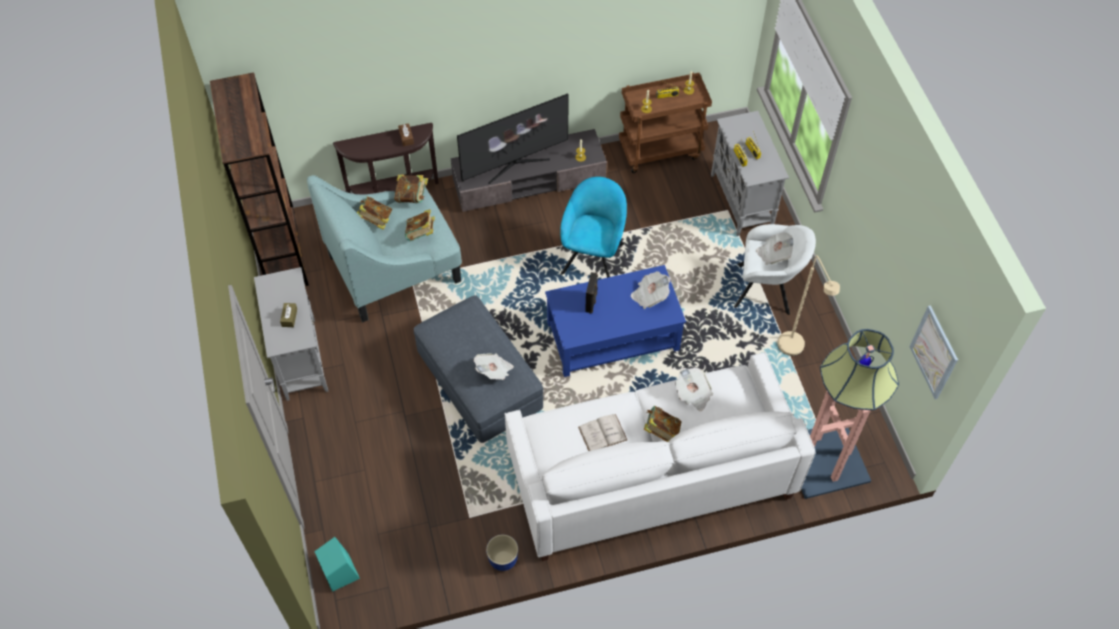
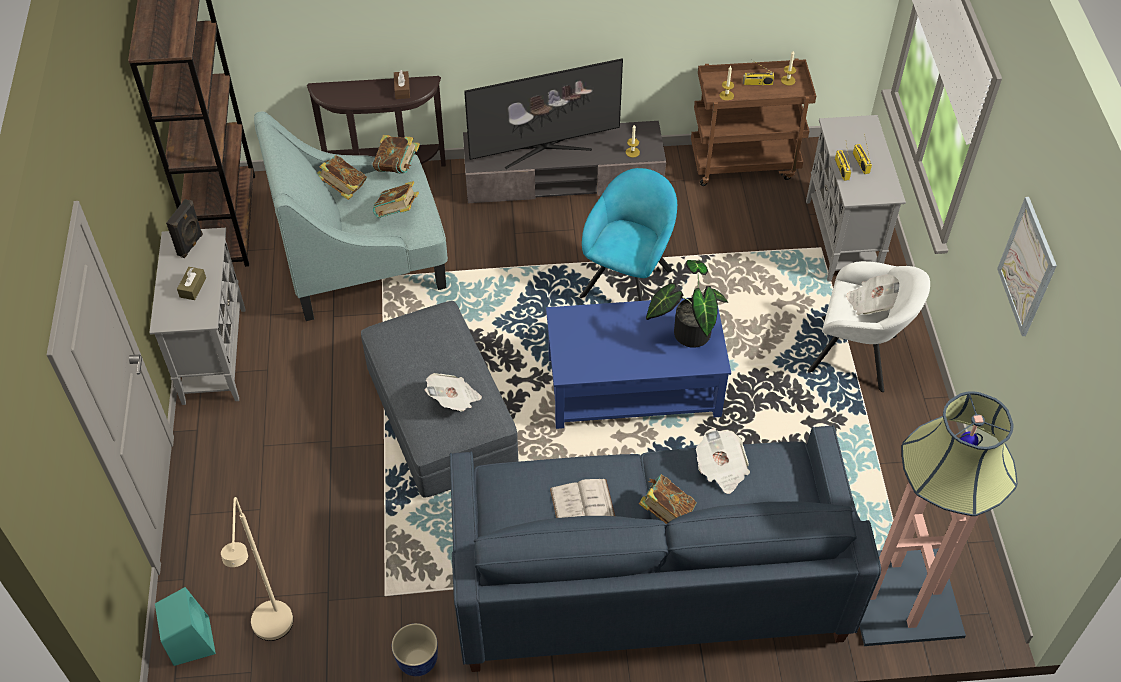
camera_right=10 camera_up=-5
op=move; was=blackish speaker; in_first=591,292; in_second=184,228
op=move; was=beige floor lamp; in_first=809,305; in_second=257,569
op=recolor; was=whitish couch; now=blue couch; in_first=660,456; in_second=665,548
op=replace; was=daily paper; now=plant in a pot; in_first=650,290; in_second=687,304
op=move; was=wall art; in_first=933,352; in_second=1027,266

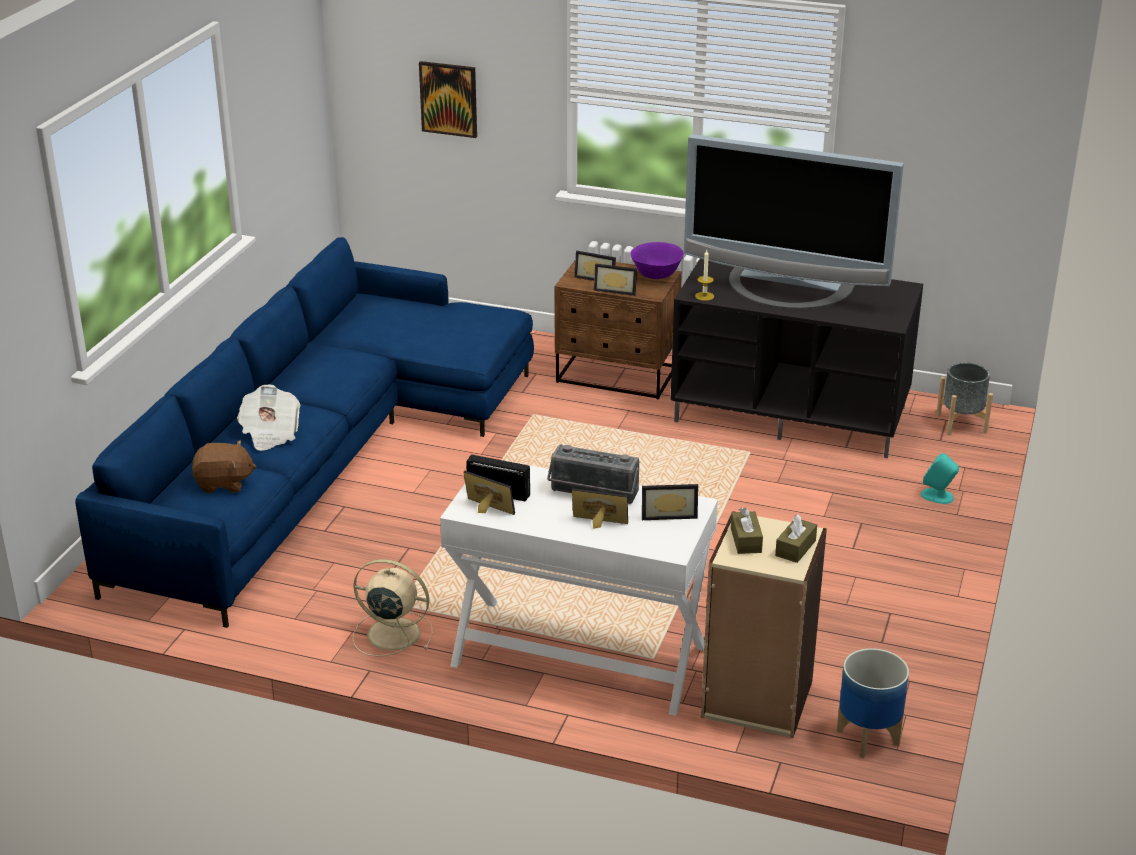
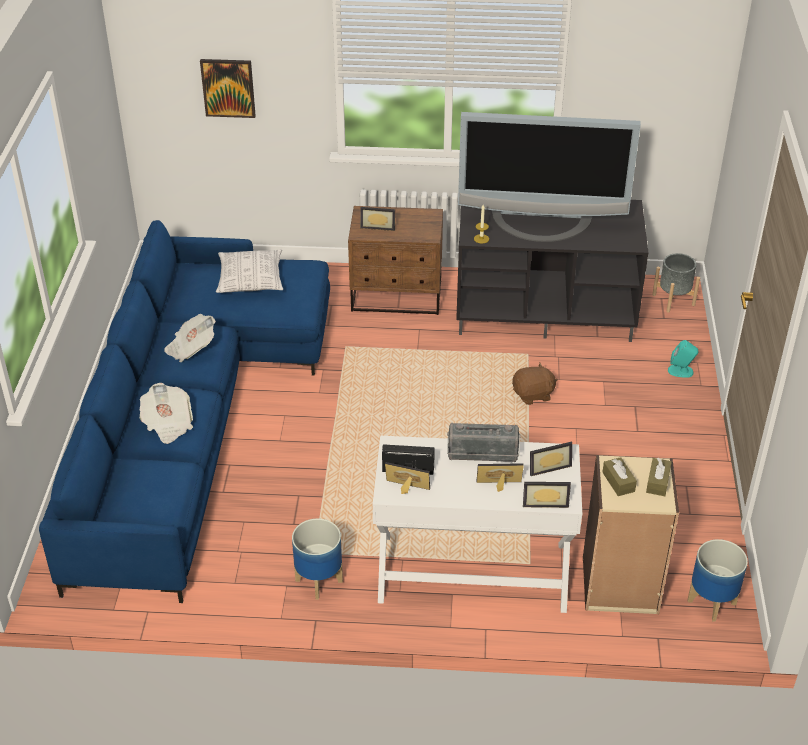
camera_right=-15 camera_up=10
op=insert; now=daily paper; in_second=190,338
op=insert; now=throw pillow; in_second=249,271
op=replace; was=beige electric fan; now=planter; in_first=393,608; in_second=317,559
op=move; was=brownish cuddly toy; in_first=224,466; in_second=534,384
op=move; was=picture frame; in_first=615,280; in_second=547,495
op=delete; was=purple serving bowl; in_first=657,260

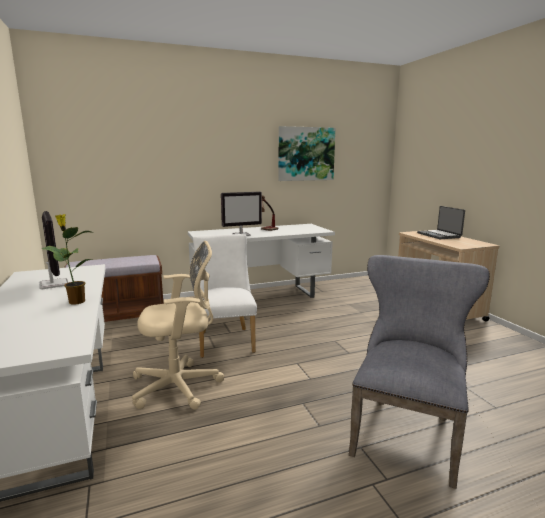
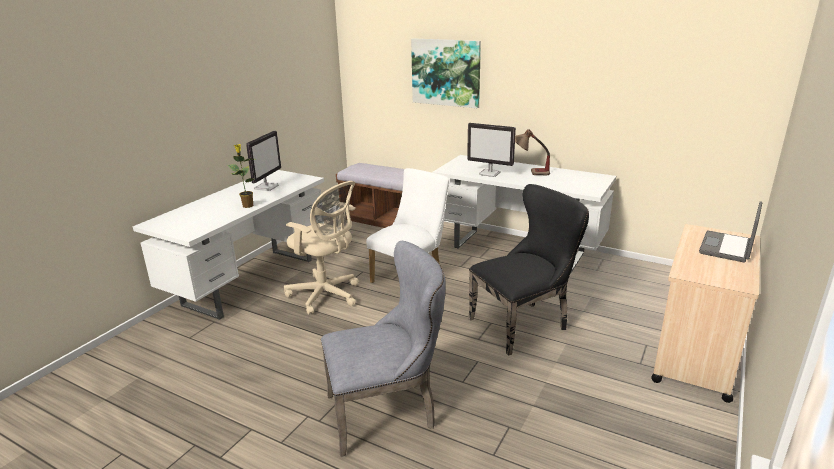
camera_right=50 camera_up=10
op=move; was=wall art; in_first=307,153; in_second=446,73
op=insert; now=blackish chair; in_second=528,270

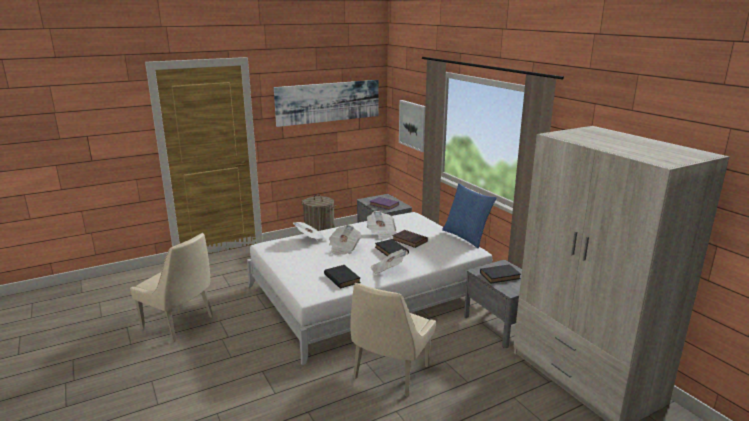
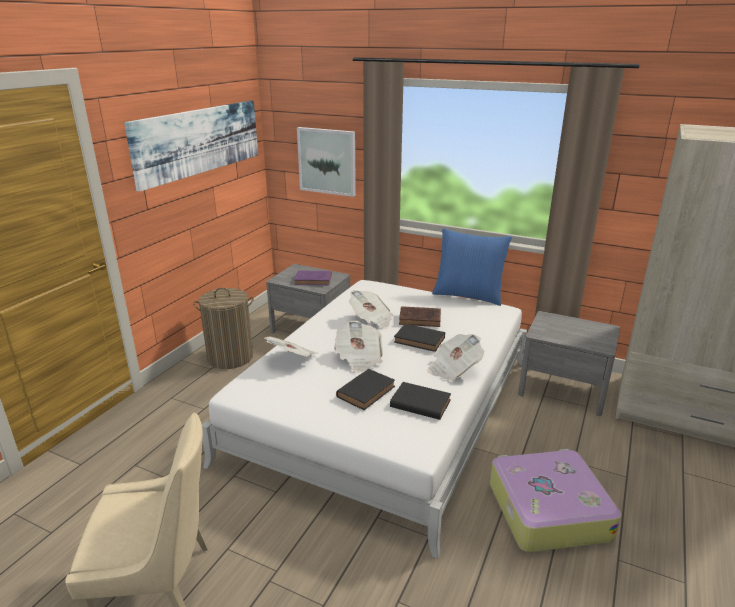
camera_right=-35 camera_up=5
op=move; was=blackish book; in_first=500,273; in_second=365,389
op=replace; was=beige chair; now=piece of luggage; in_first=393,339; in_second=555,500

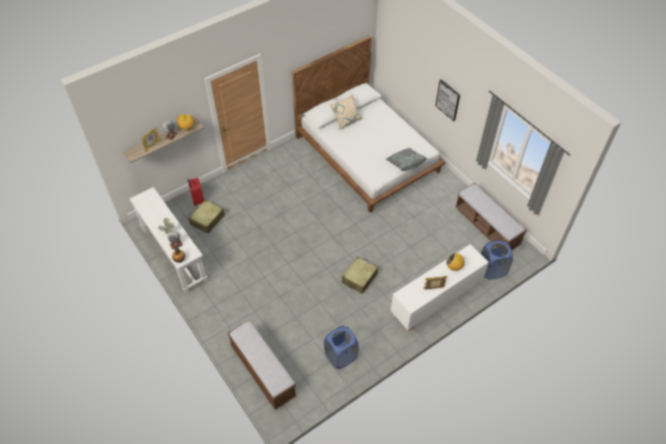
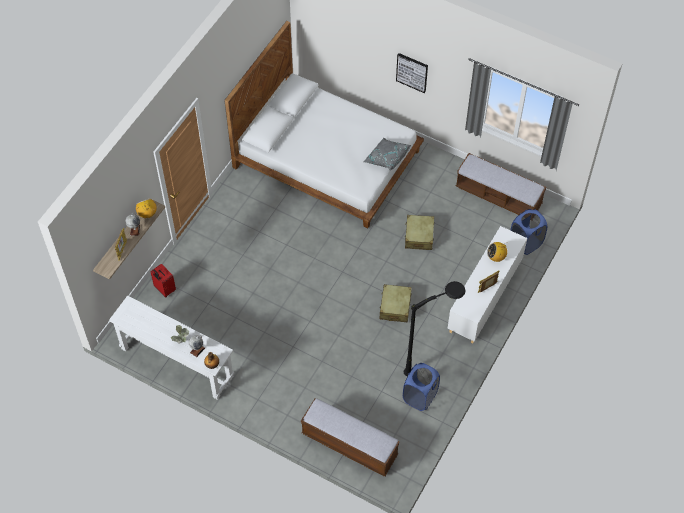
camera_right=-25 camera_up=5
op=insert; now=blackish floor lamp; in_second=435,328
op=move; was=beige piece of luggage; in_first=207,217; in_second=419,232
op=delete; was=beige throw pillow; in_first=346,111

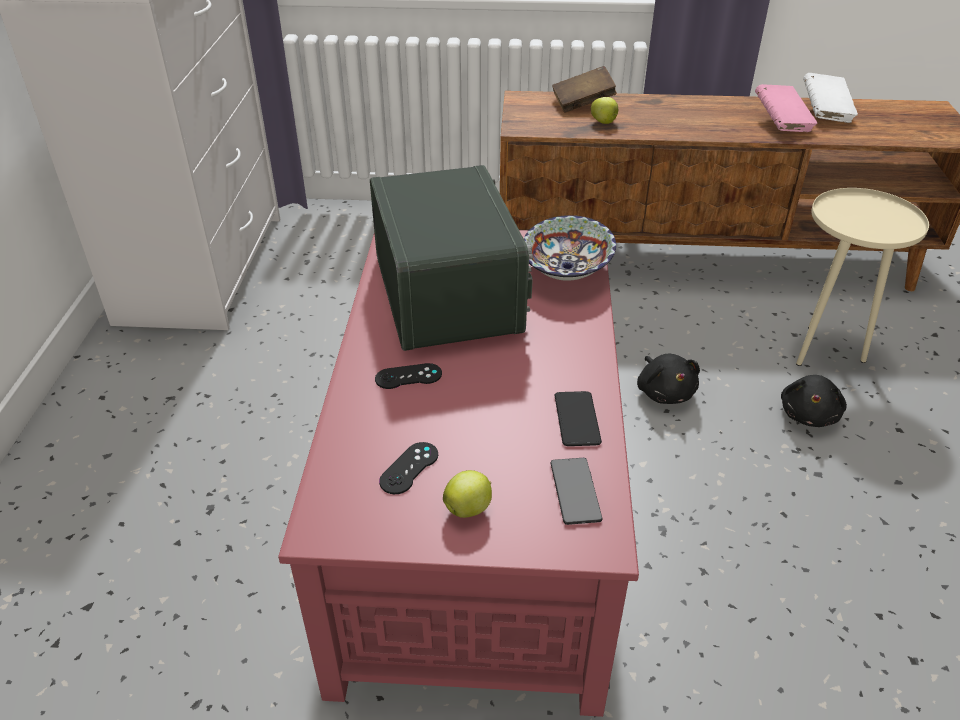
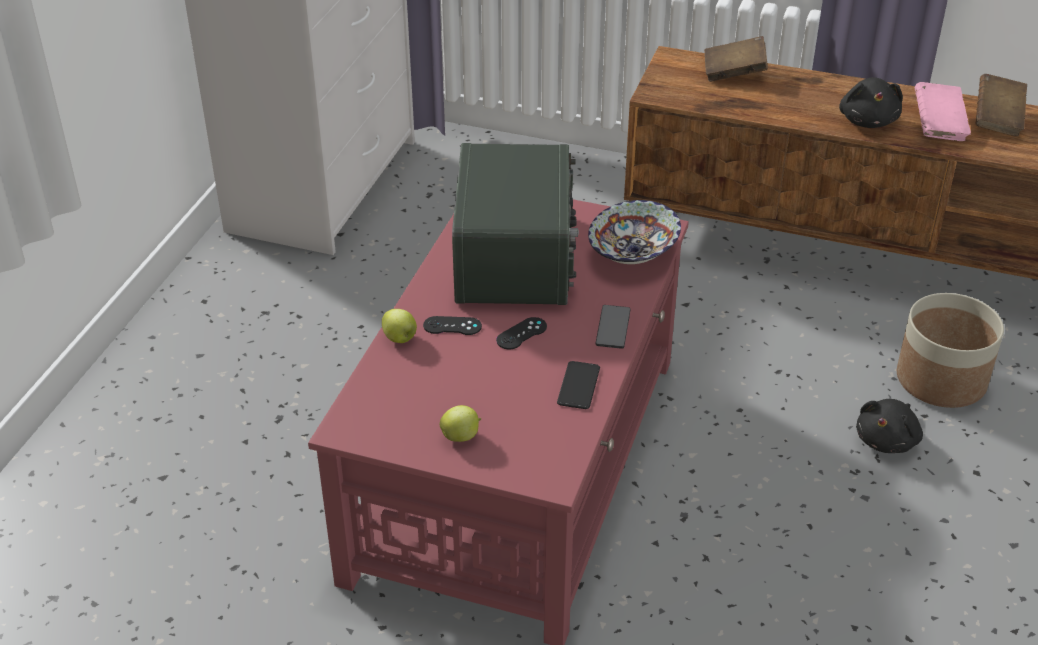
camera_right=15 camera_up=0
op=move; was=whole apple; in_first=604,110; in_second=399,326
op=move; was=blackish gamepad; in_first=408,468; in_second=521,333
op=move; was=telephone; in_first=576,491; in_second=612,327
op=move; was=blackish cuddly toy; in_first=668,379; in_second=871,102
op=replace; was=beige end table; now=planter; in_first=862,277; in_second=950,350
op=recolor; was=whitish book; now=brownish book; in_first=830,98; in_second=1001,105

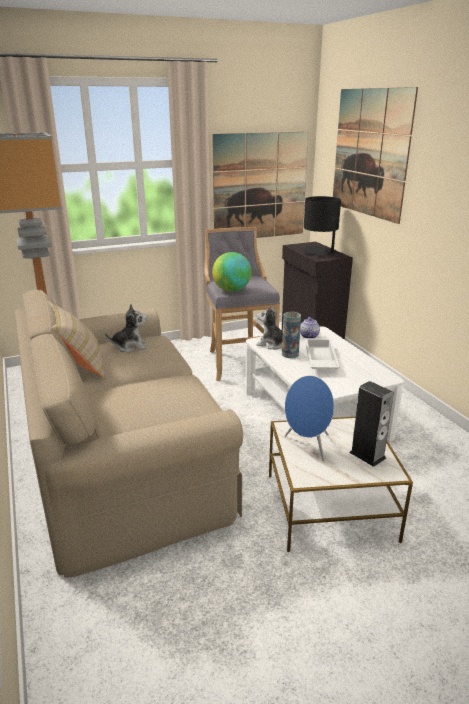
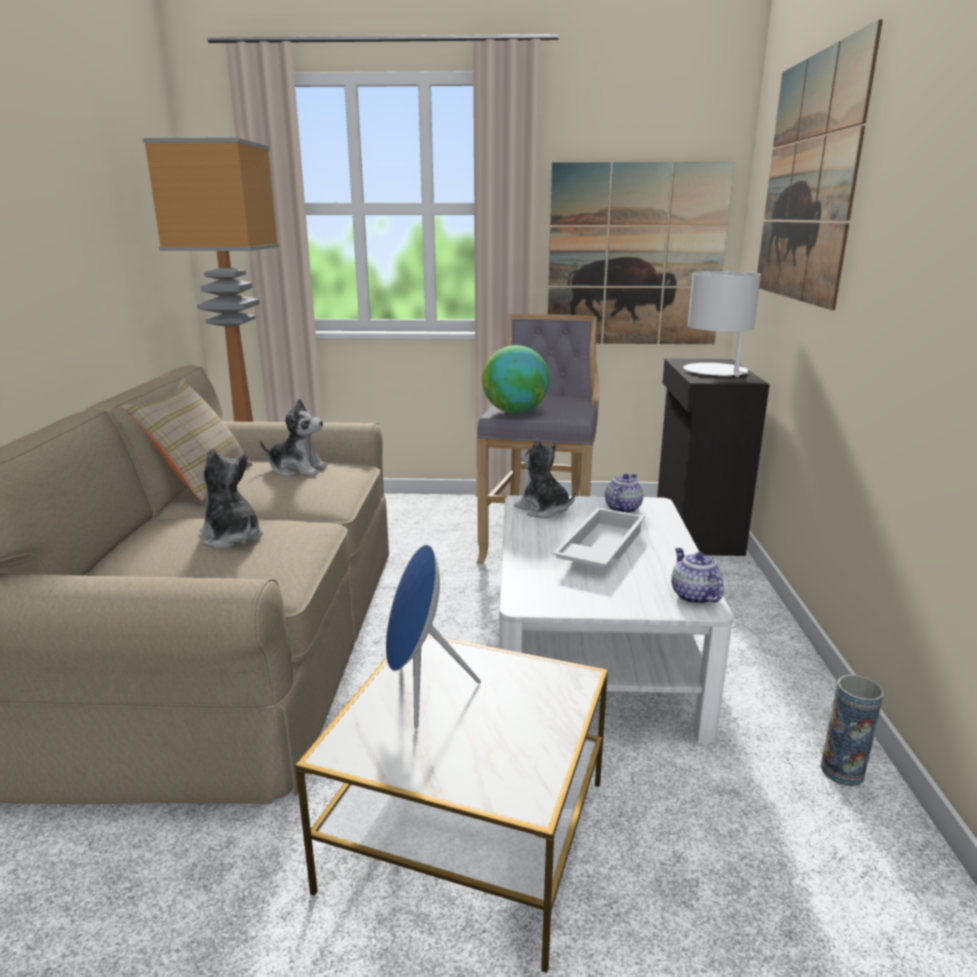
camera_right=25 camera_up=-5
op=insert; now=cuddly toy; in_second=231,498
op=insert; now=pot for tea; in_second=697,576
op=recolor; was=blackish table lamp; now=whitish table lamp; in_first=321,225; in_second=722,324
op=move; was=decorative vase; in_first=291,335; in_second=852,730
op=delete; was=speaker; in_first=371,424

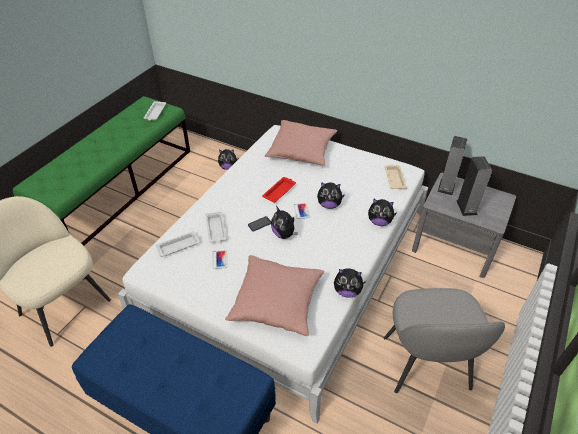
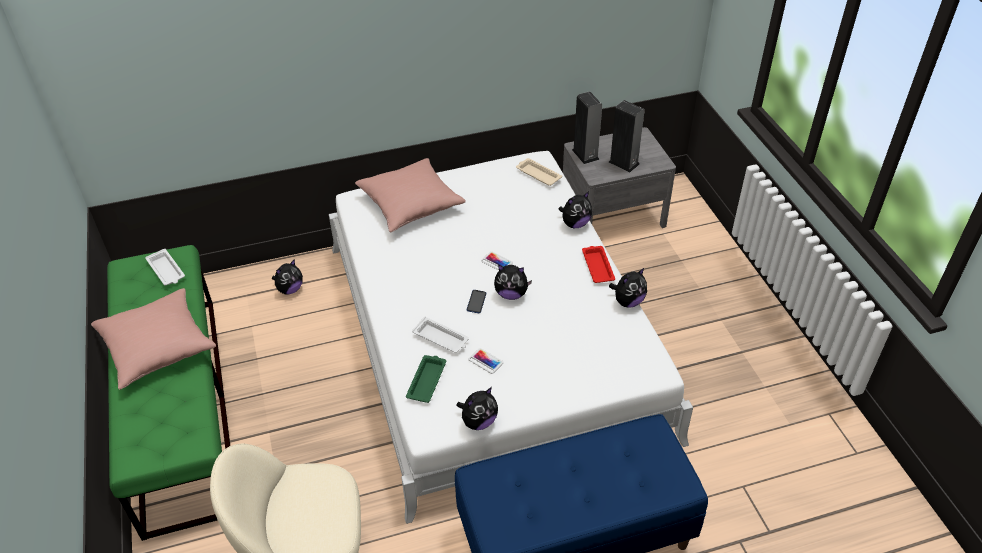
camera_right=-45 camera_up=0
op=move; was=pink throw pillow; in_first=274,295; in_second=153,339
op=recolor; was=whitish serving tray; now=green-coloured serving tray; in_first=177,244; in_second=426,379
op=move; was=cuddly toy; in_first=331,195; in_second=477,408
op=move; was=red serving tray; in_first=279,190; in_second=598,264
op=delete; was=gray chair; in_first=444,340

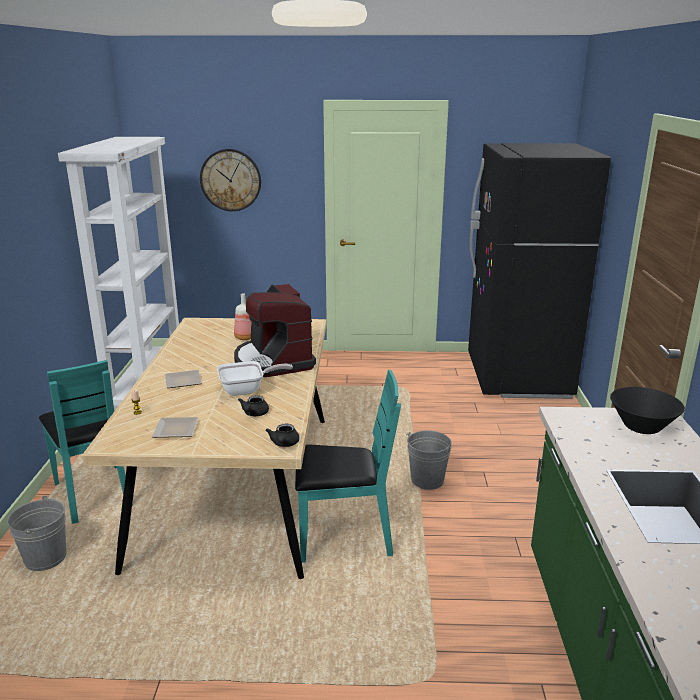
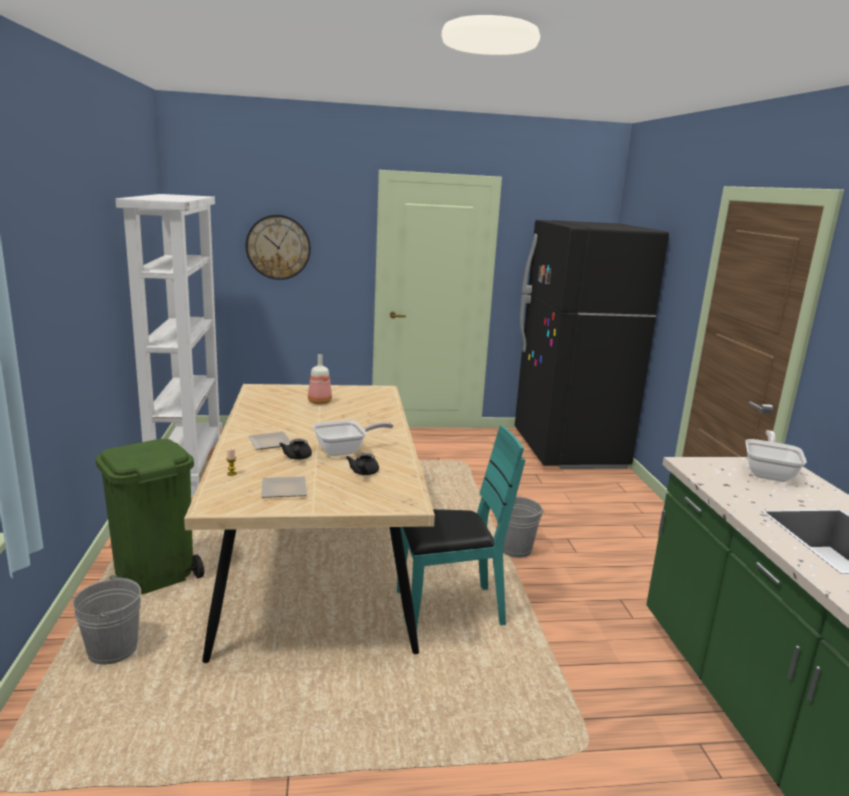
camera_right=-10 camera_up=-5
op=replace; was=turquoise-coloured chair; now=green-coloured rubbish bin; in_first=86,442; in_second=149,517
op=move; was=blackish pot for tea; in_first=282,435; in_second=295,449
op=replace; was=blackish serving bowl; now=pan; in_first=647,410; in_second=776,456
op=delete; was=coffee maker; in_first=275,330

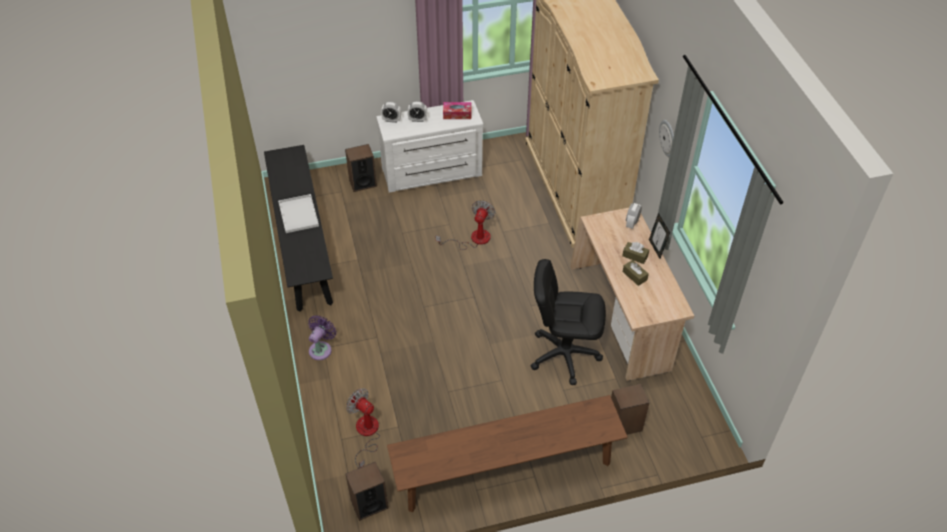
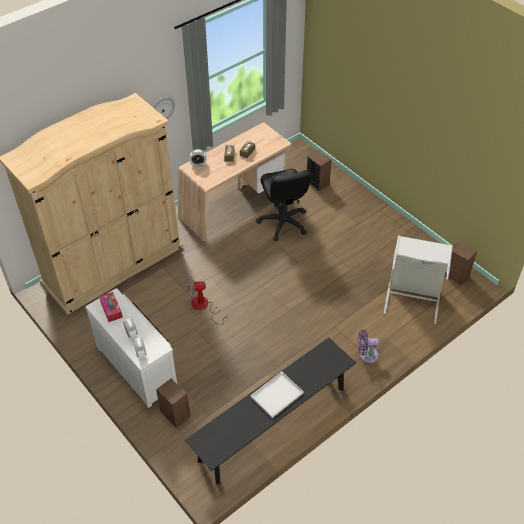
camera_right=-115 camera_up=0
op=replace; was=electric fan; now=gray laundry basket; in_first=363,428; in_second=418,280
op=delete; was=brownish indoor bench; in_first=507,453
op=delete; was=picture frame; in_first=659,236

